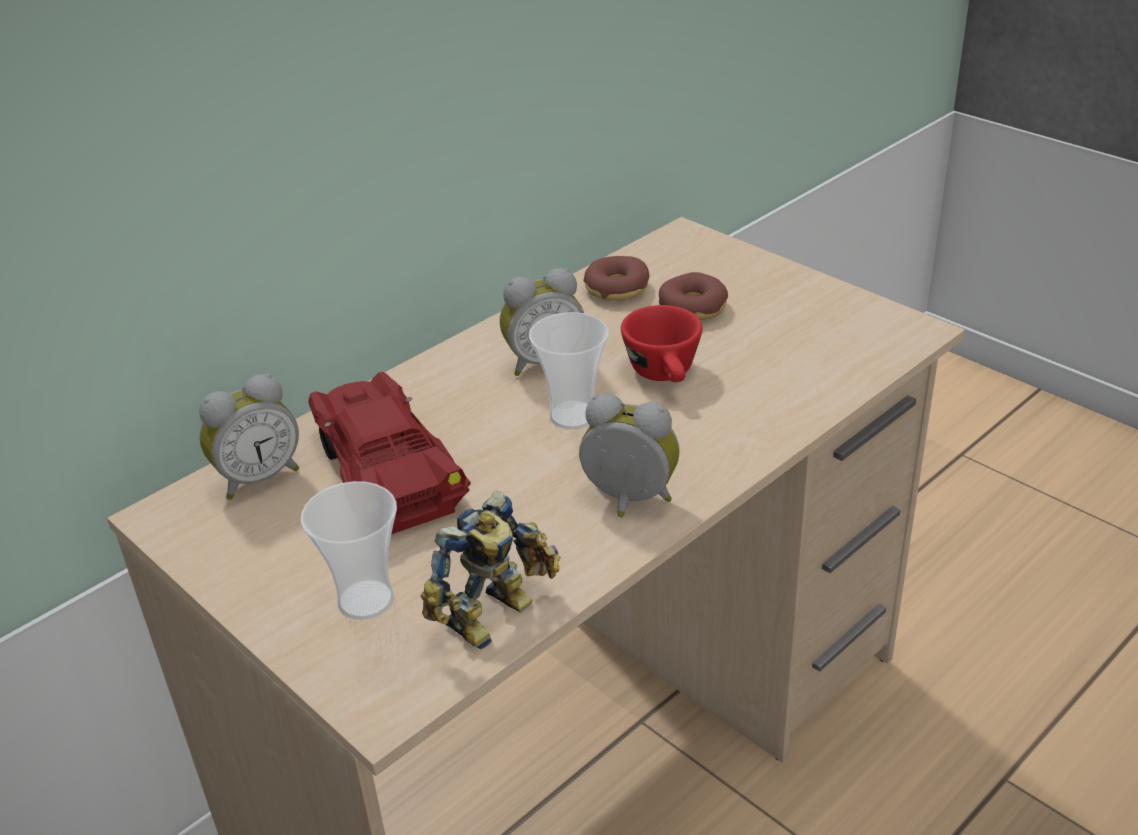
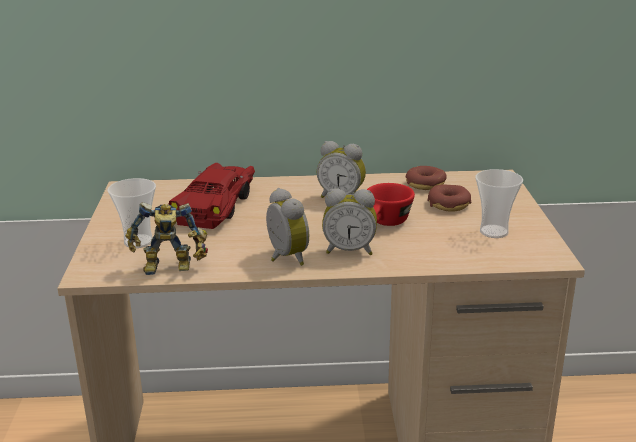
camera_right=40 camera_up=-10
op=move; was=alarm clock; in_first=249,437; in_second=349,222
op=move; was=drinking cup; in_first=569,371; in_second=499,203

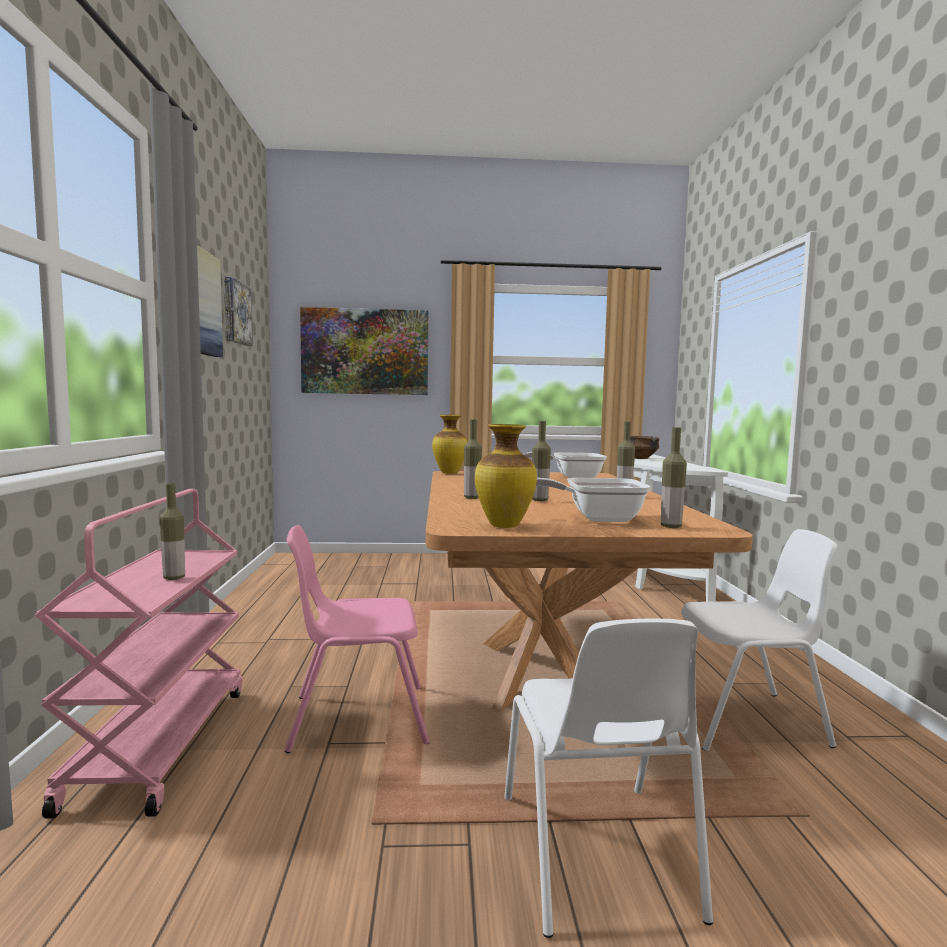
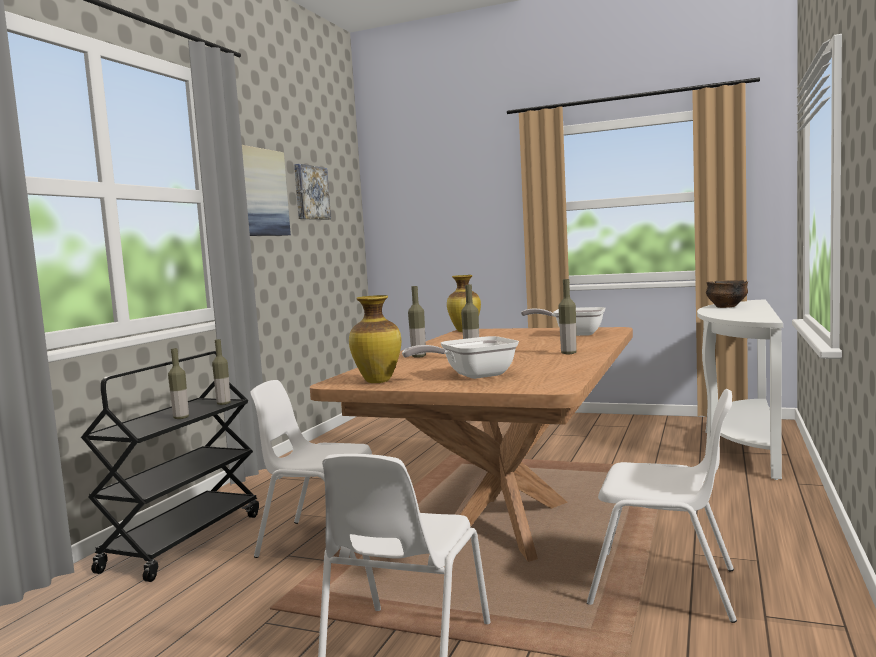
camera_right=25 camera_up=0
op=recolor; was=pink wheeled cart; now=blackish wheeled cart; in_first=138,653; in_second=170,466
op=move; was=beverage bottle; in_first=674,477; in_second=221,372
op=recolor; was=pink chair; now=whitish chair; in_first=357,639; in_second=311,469
op=rotate; was=pan; in_first=593,500; in_second=460,357; clockwise=-45
op=delete; was=wall art; in_first=364,351

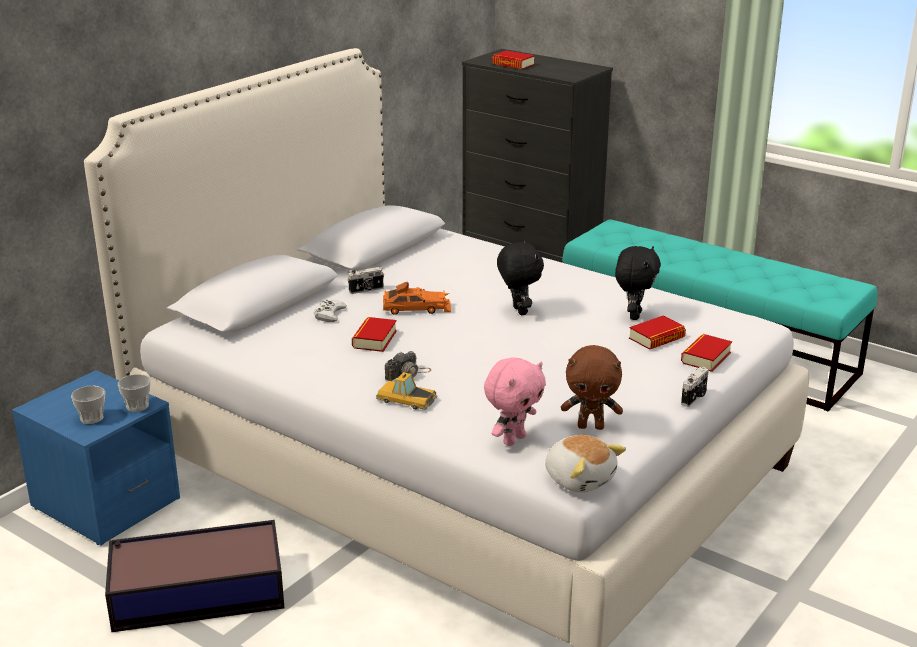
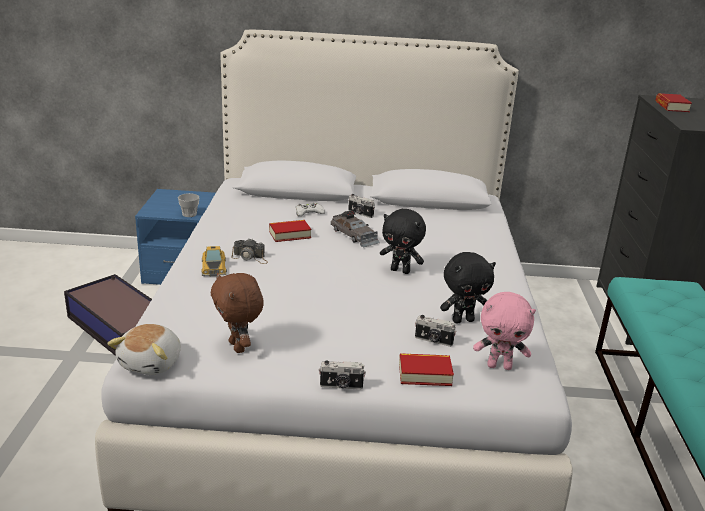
camera_right=55 camera_up=0
op=recolor; was=orange model car; now=gray model car; in_first=417,298; in_second=355,229
op=rotate; was=blackish cuddly toy; in_first=520,277; in_second=403,241; clockwise=75
op=replace; was=book; now=photo camera; in_first=657,333; in_second=435,331
op=move; was=pink cuddly toy; in_first=515,401; in_second=504,331
op=delete; was=drinking cup; in_first=88,405

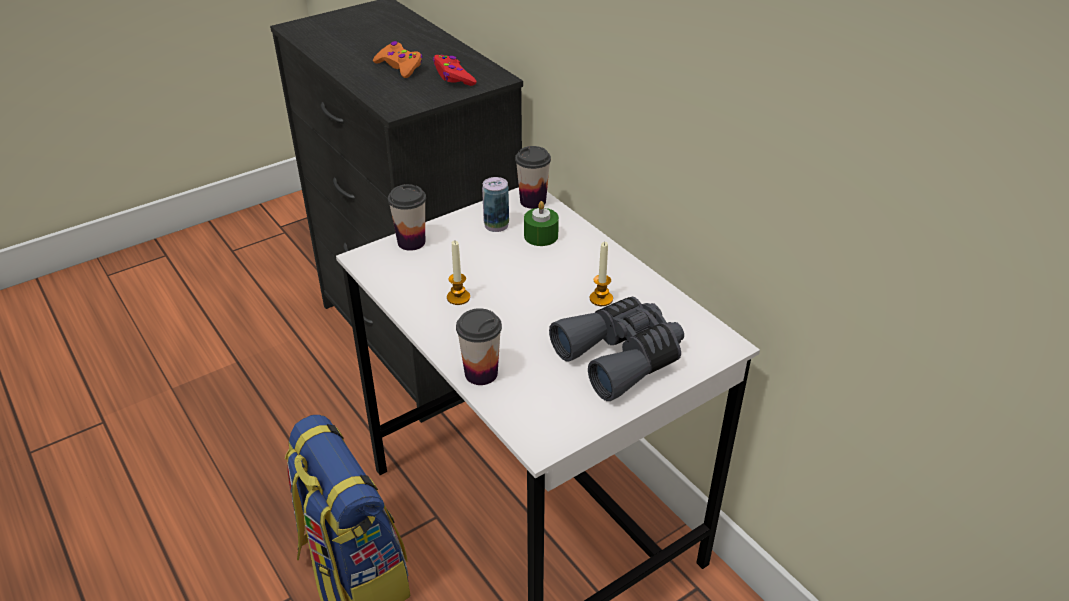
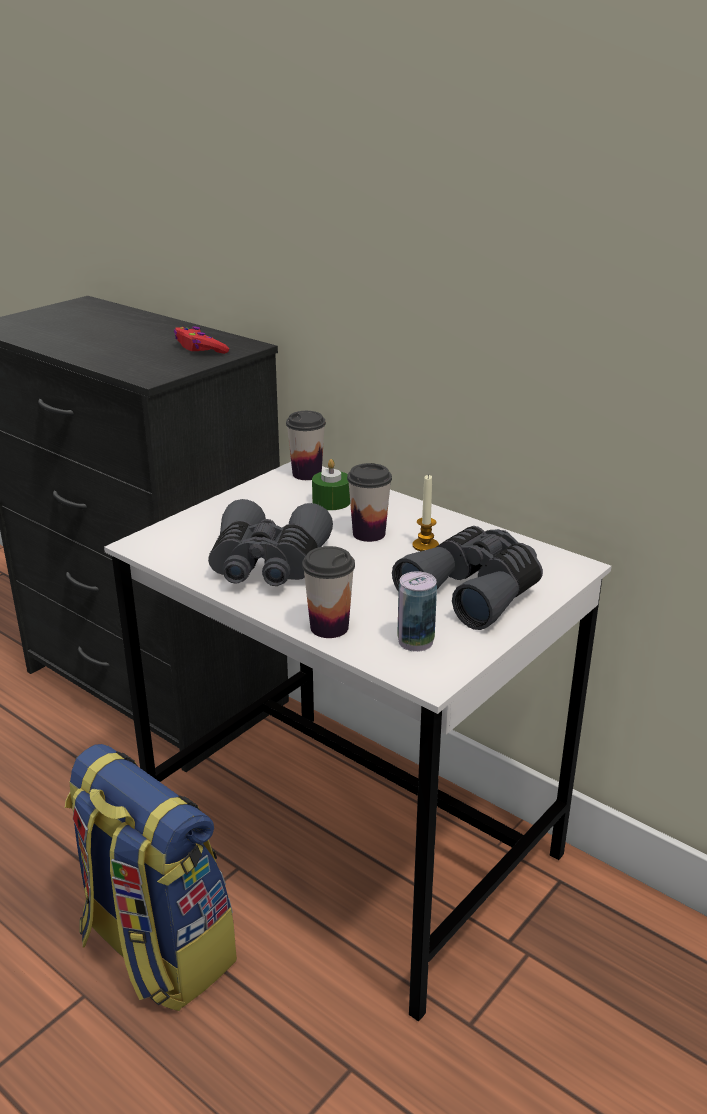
camera_right=-15 camera_up=-10
op=replace; was=wax candle; now=gray binoculars; in_first=458,273; in_second=270,542
op=move; was=drinking cup; in_first=407,217; in_second=369,502
op=move; was=metal can; in_first=495,204; in_second=417,611
op=delete; was=orange gamepad; in_first=398,59

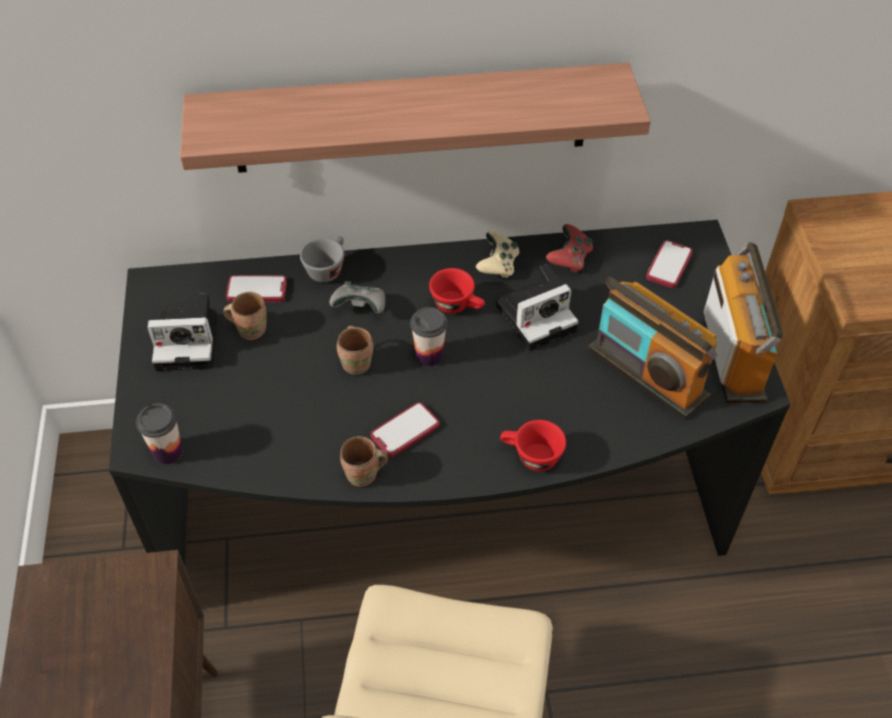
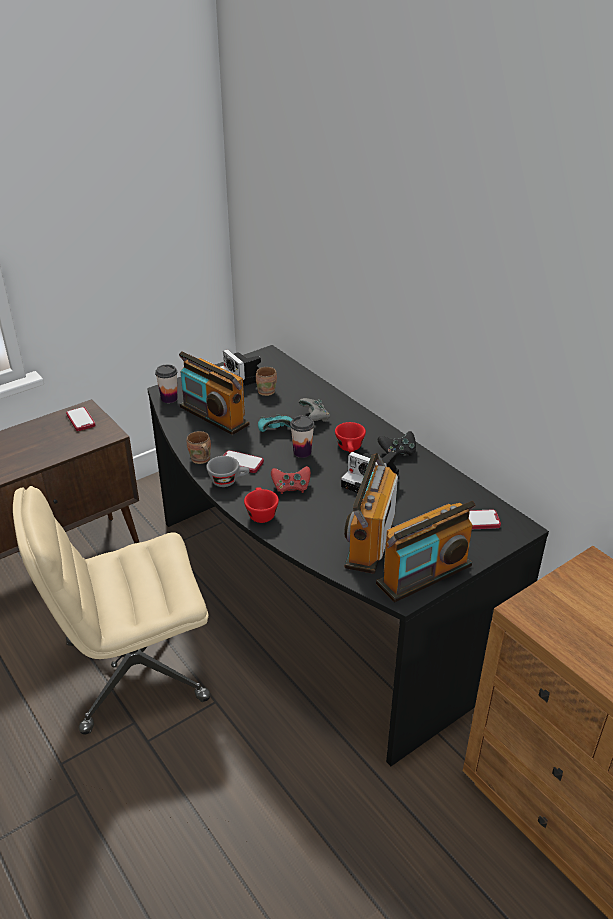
camera_right=60 camera_up=-15
op=move; was=telephone; in_first=256,288; in_second=81,419
op=insert; now=radio receiver; in_second=214,393
op=move; was=gray drinking cup; in_first=322,259; in_second=228,471
op=replace; was=brownish mug; now=turquoise-coloured gamepad; in_first=355,350; in_second=275,423
op=move; was=red gamepad; in_first=569,248; in_second=291,480
op=recolor; was=beige gamepad; now=blackish gamepad; in_first=497,254; in_second=397,443
op=delete; was=bracket shelf; in_first=415,118

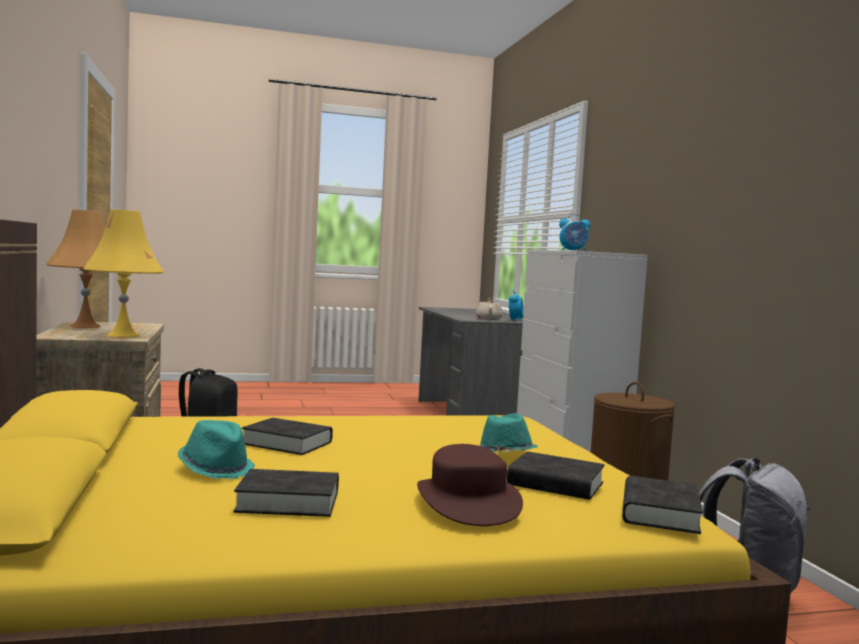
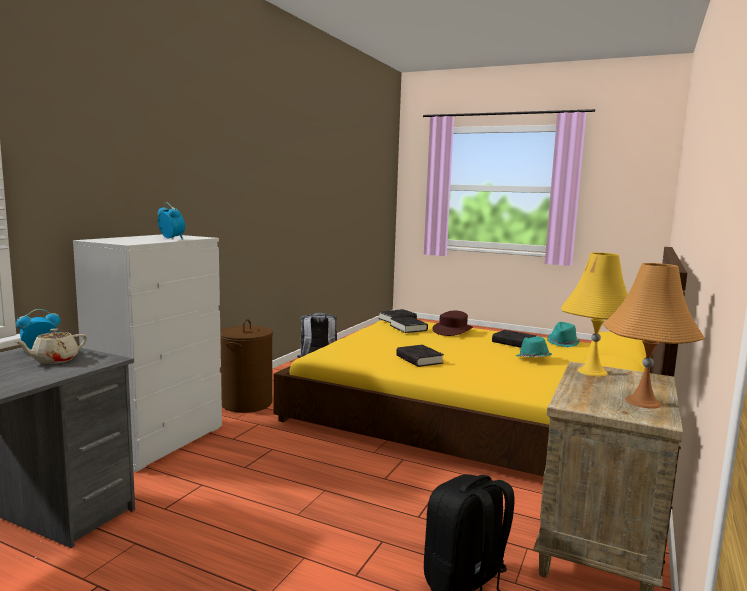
camera_right=-140 camera_up=5
op=move; was=blackish book; in_first=287,436; in_second=420,356
op=move; was=turquoise-coloured wearable hat; in_first=509,432; in_second=563,334

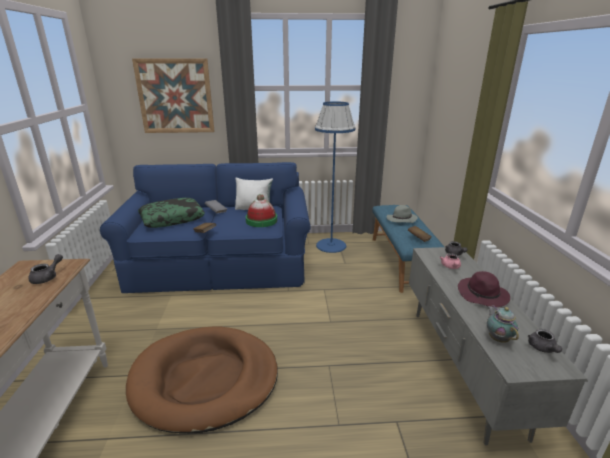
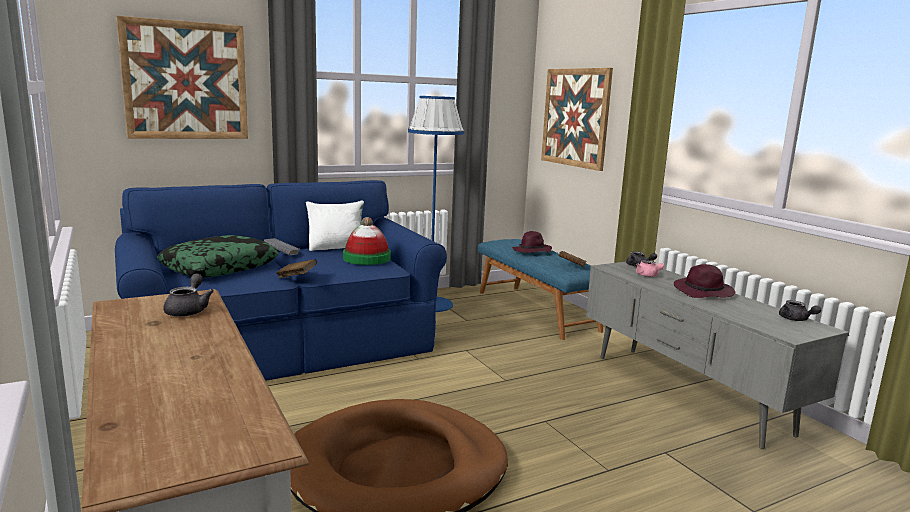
camera_right=-25 camera_up=-10
op=recolor; was=gray wearable hat; now=purple wearable hat; in_first=402,214; in_second=532,242
op=insert; now=wall art; in_second=577,119
op=delete; was=pot for tea; in_first=503,324

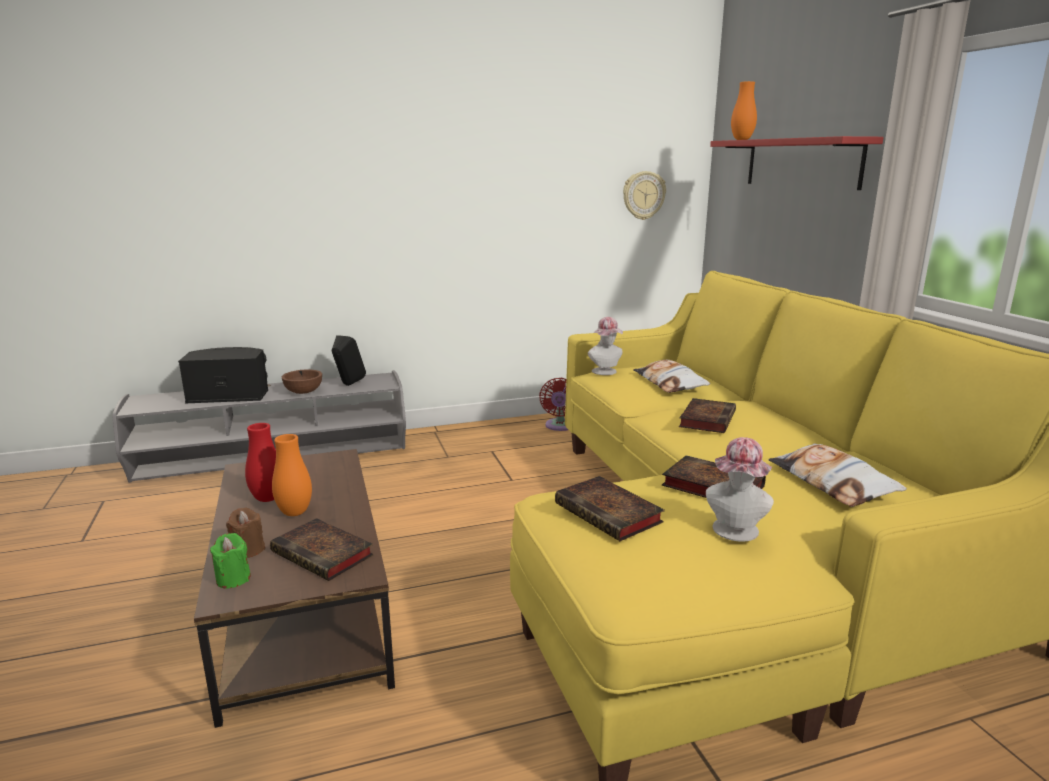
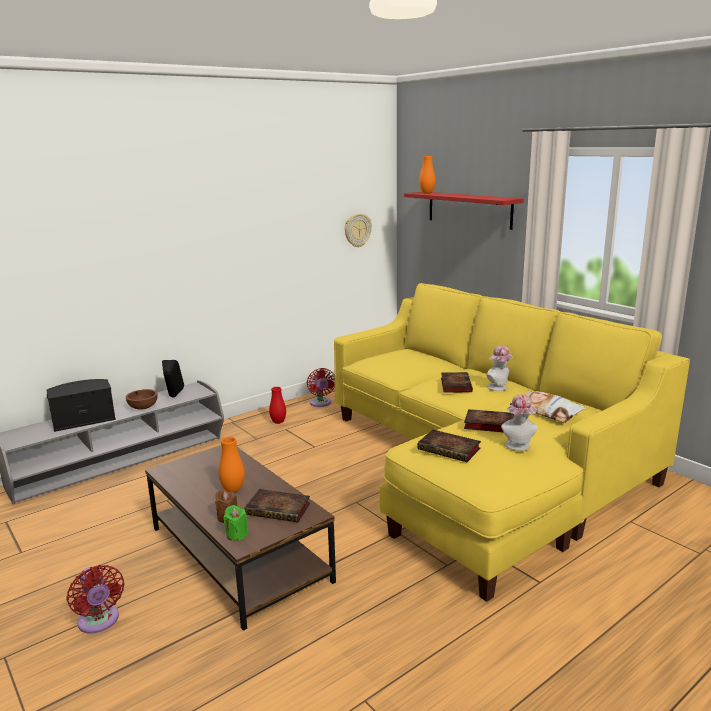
camera_right=-20 camera_up=0
op=insert; now=red electric fan; in_second=96,599
op=move; was=red decorative vase; in_first=260,462; in_second=277,405
op=move; was=wearable hat; in_first=605,346; in_second=500,368
op=delete; was=throw pillow; in_first=672,376

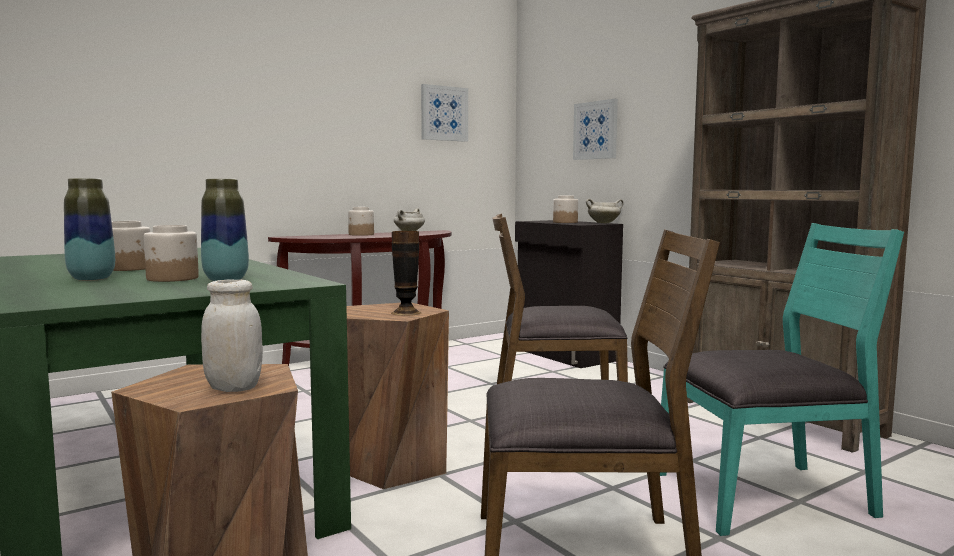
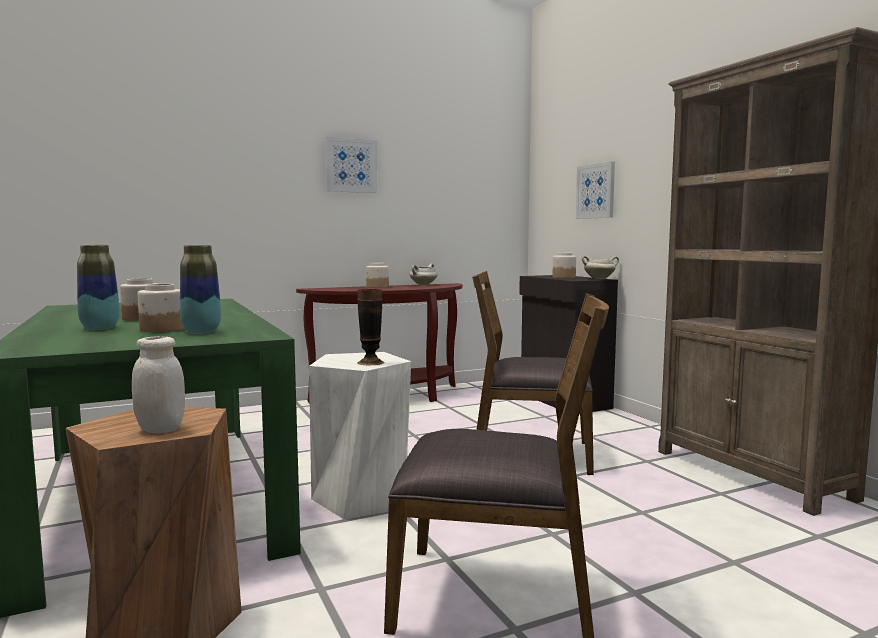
camera_right=10 camera_up=0
op=recolor; was=brownish stool; now=whitish stool; in_first=397,396; in_second=360,435
op=move; was=wall art; in_first=444,113; in_second=351,165
op=delete; was=turquoise-coloured chair; in_first=782,379

